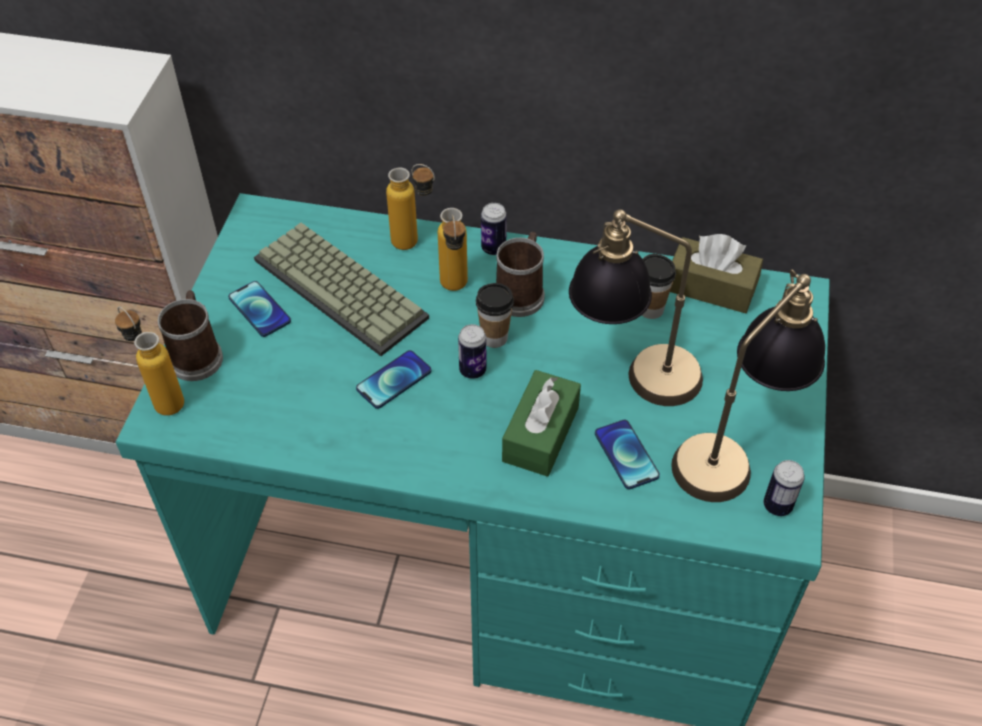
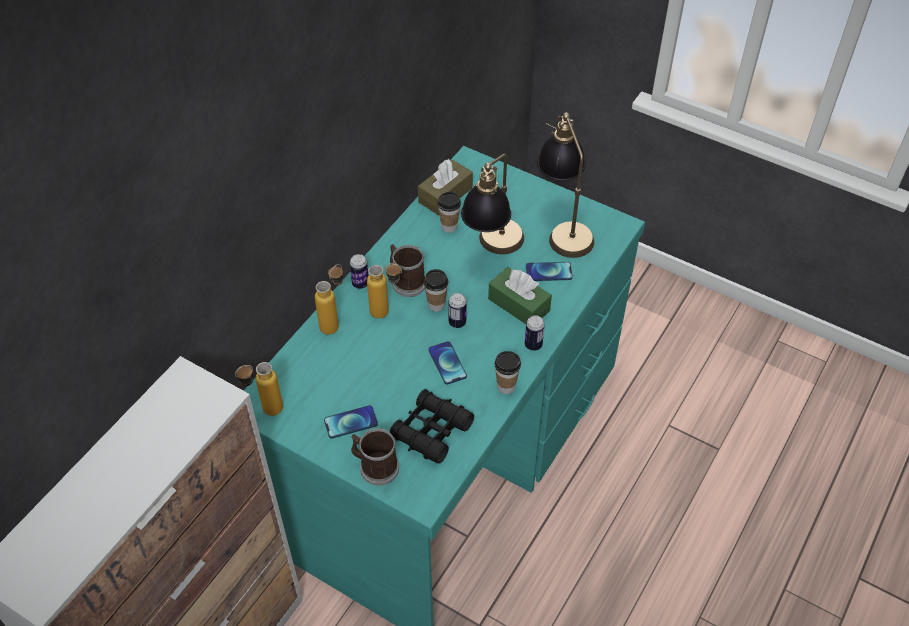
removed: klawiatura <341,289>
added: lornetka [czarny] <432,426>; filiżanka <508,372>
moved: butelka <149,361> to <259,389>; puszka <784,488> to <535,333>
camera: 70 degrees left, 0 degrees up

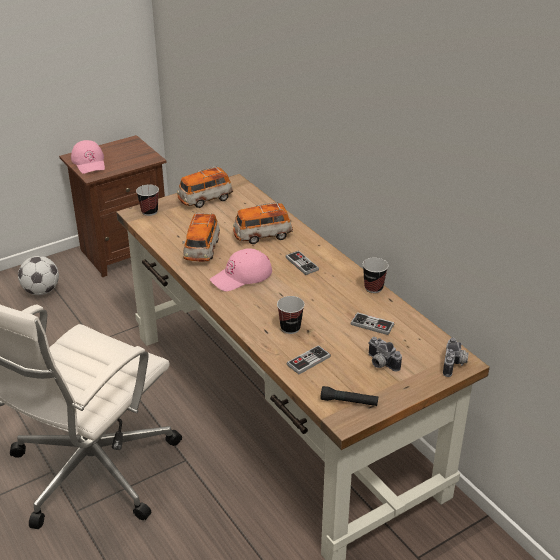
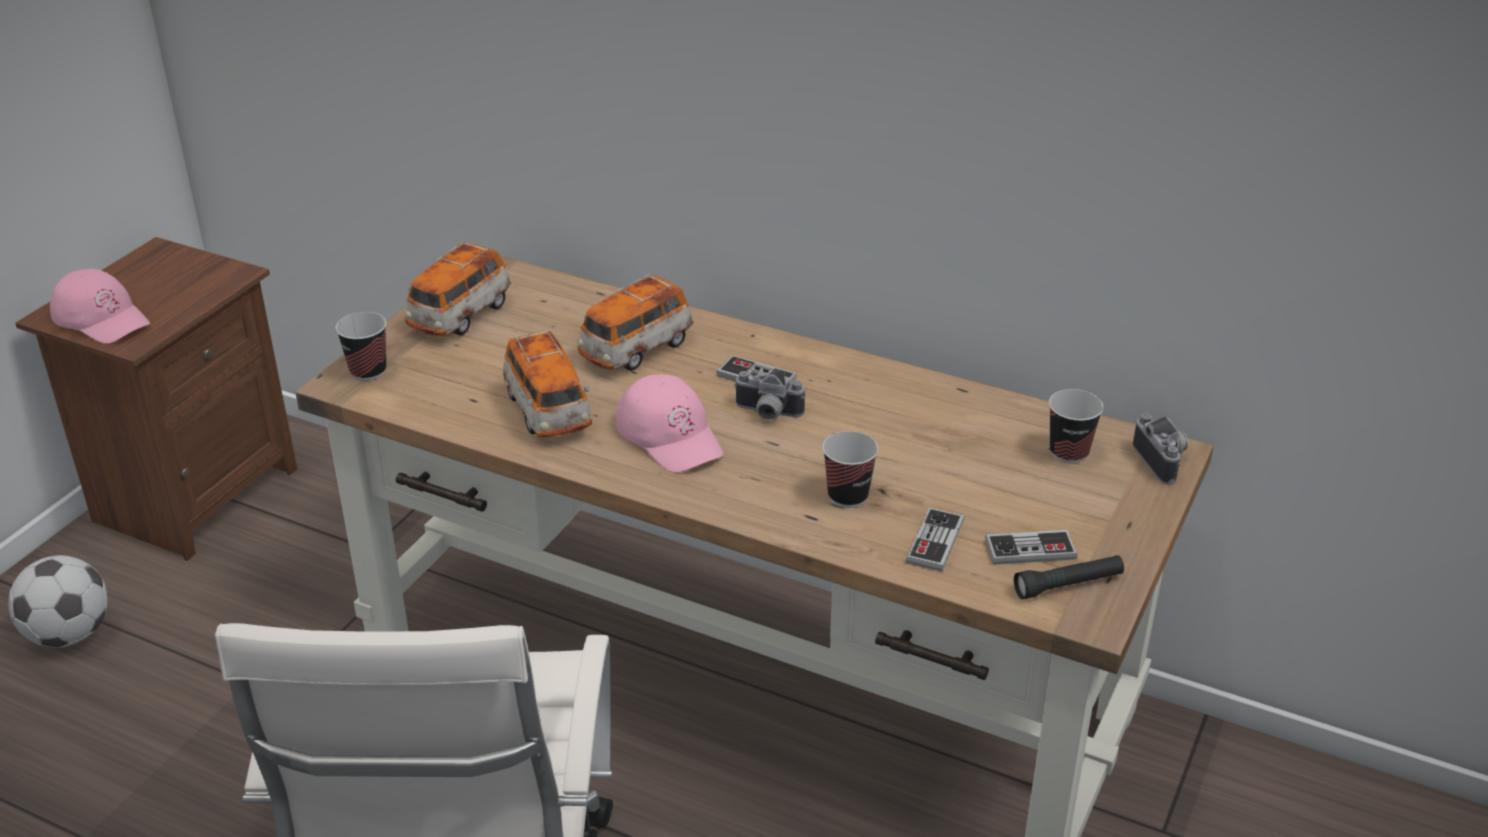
moved: pad do gier <372,323> to <1031,547>; filiżanka <376,275> to <1076,426>; aparat fotograficzny <385,354> to <769,395>
turned: czapka z daszkiem [różowy] <241,269> = <669,423> 60 degrees counterclockwise
camera: 30 degrees left, 0 degrees up

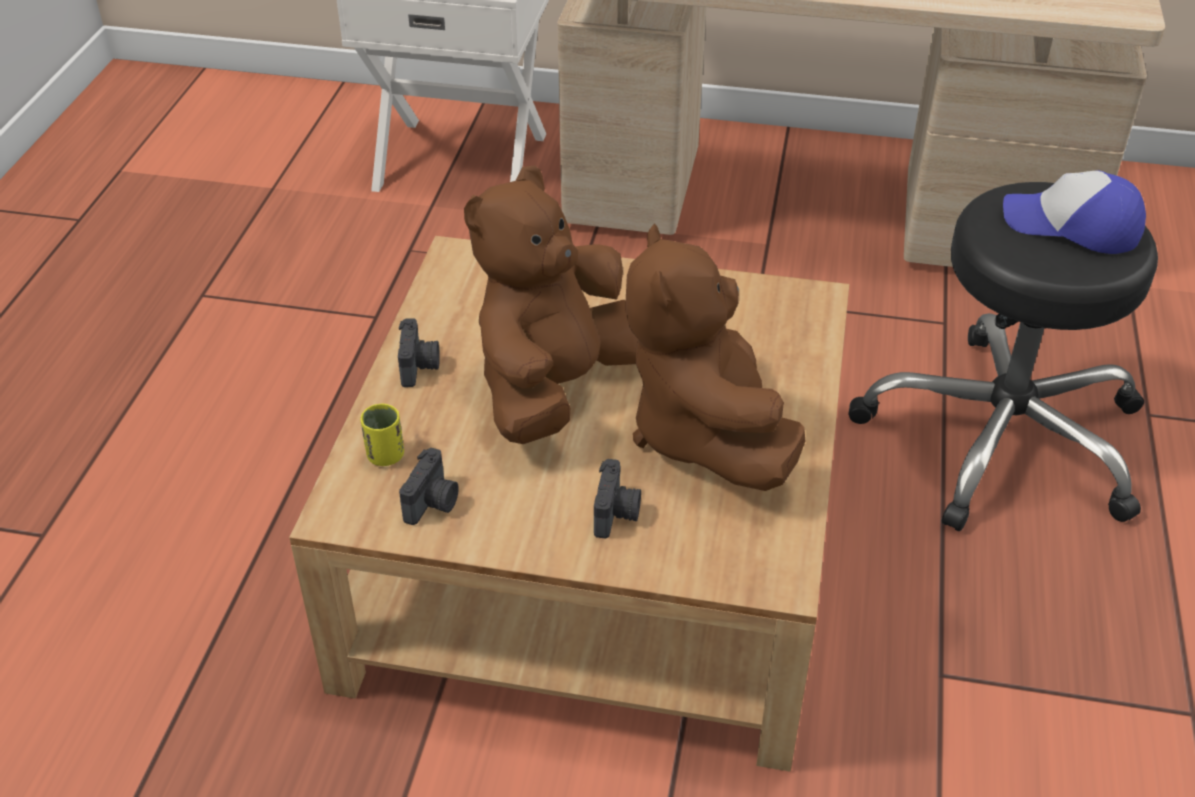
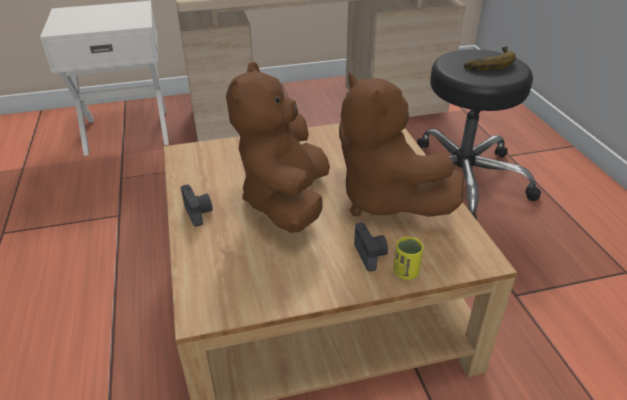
removed: aparat fotograficzny <429,486>
moved: filiżanka [żółty] <382,434> to <408,258>
replaced: czapka z daszkiem <1074,212> to banan <490,58>
camera: 25 degrees left, 5 degrees down

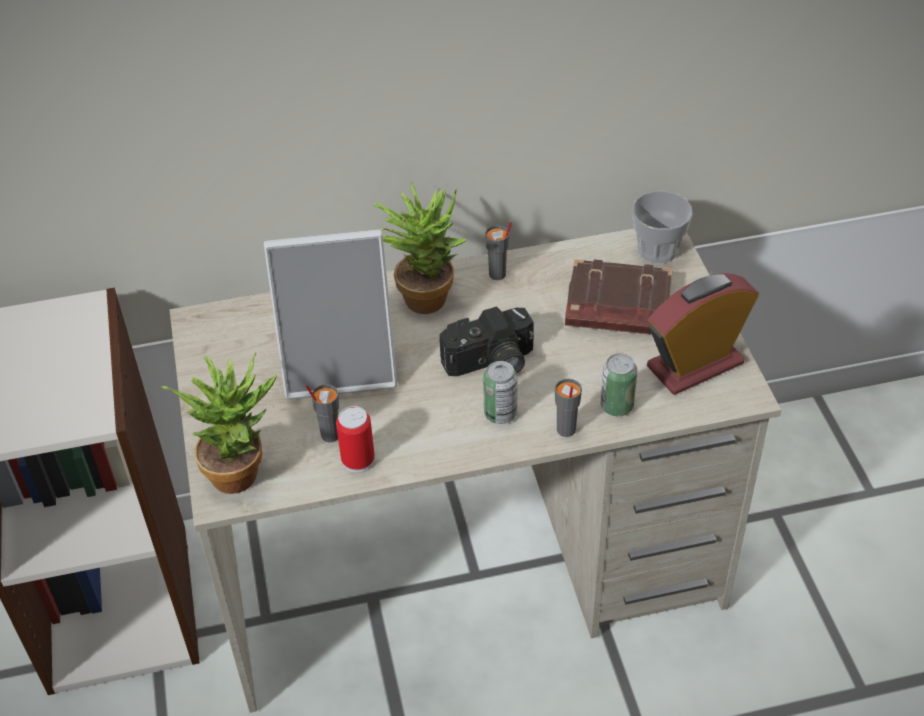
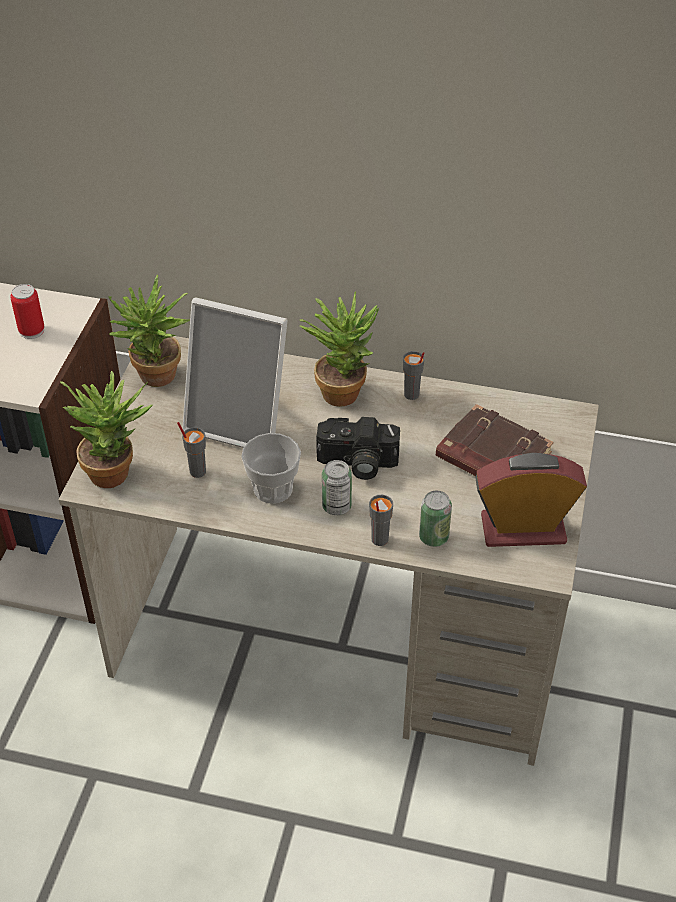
added: roślina doniczkowa <149,330>
moved: puszka <355,439> to <27,311>; filiżanka <662,227> to <271,468>
camera: 25 degrees right, 0 degrees up

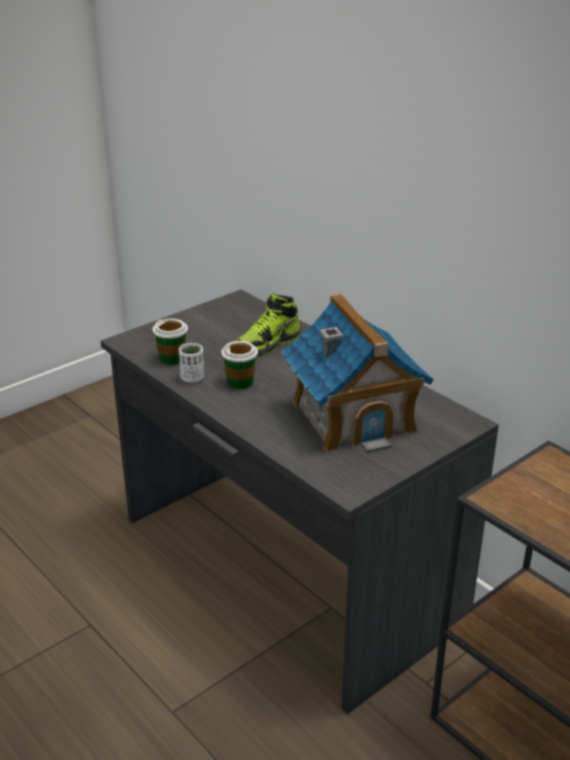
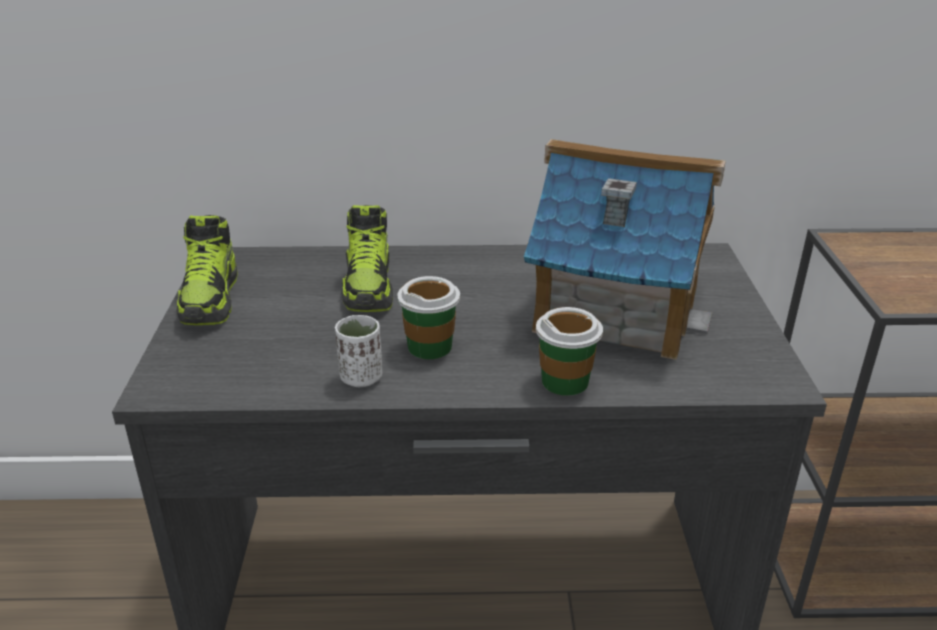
added: but <207,270>
moved: filiżanka <170,342> to <569,351>
camera: 50 degrees left, 0 degrees up

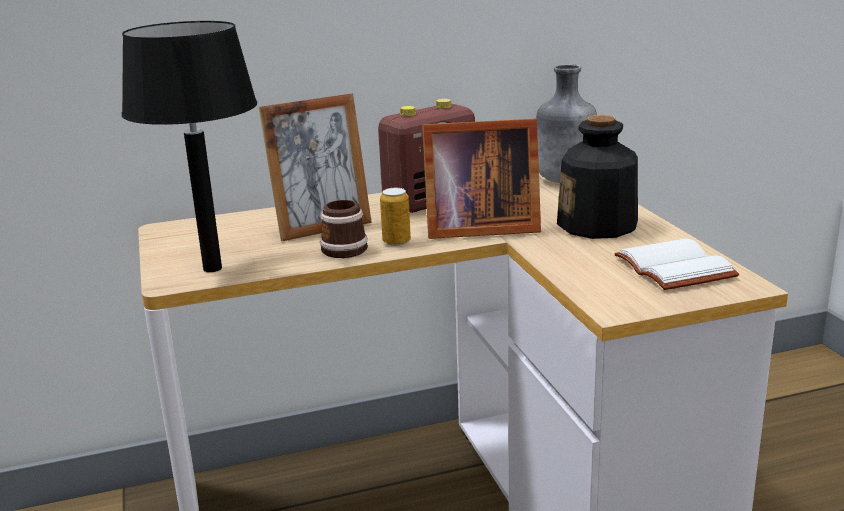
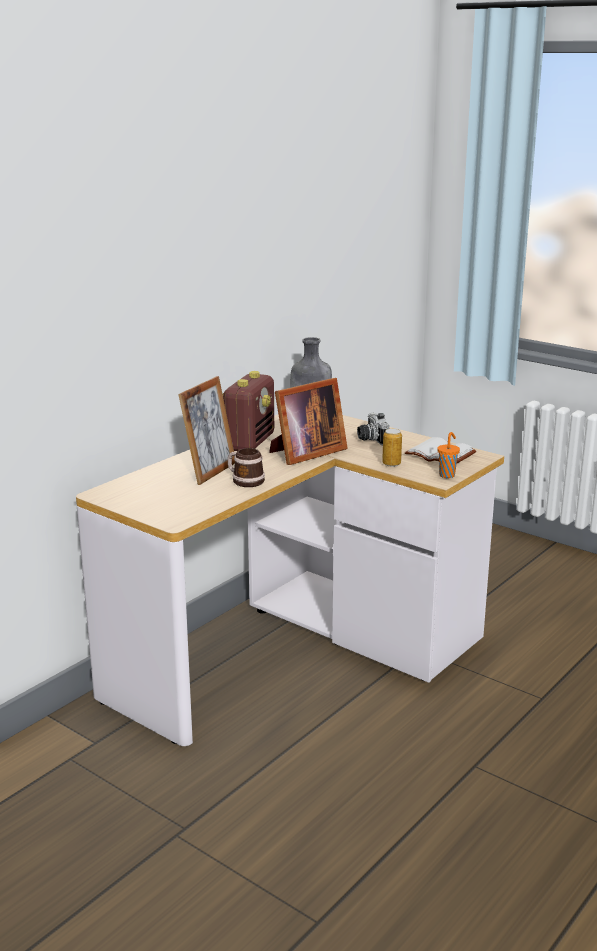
removed: lampa stołowa [czarny] <189,146>
added: filiżanka [pomarańczowy] <449,455>
moved: puszka <395,217> to <392,448>
replaced: butelka <597,177> to aparat fotograficzny <373,429>
camera: 35 degrees left, 0 degrees up

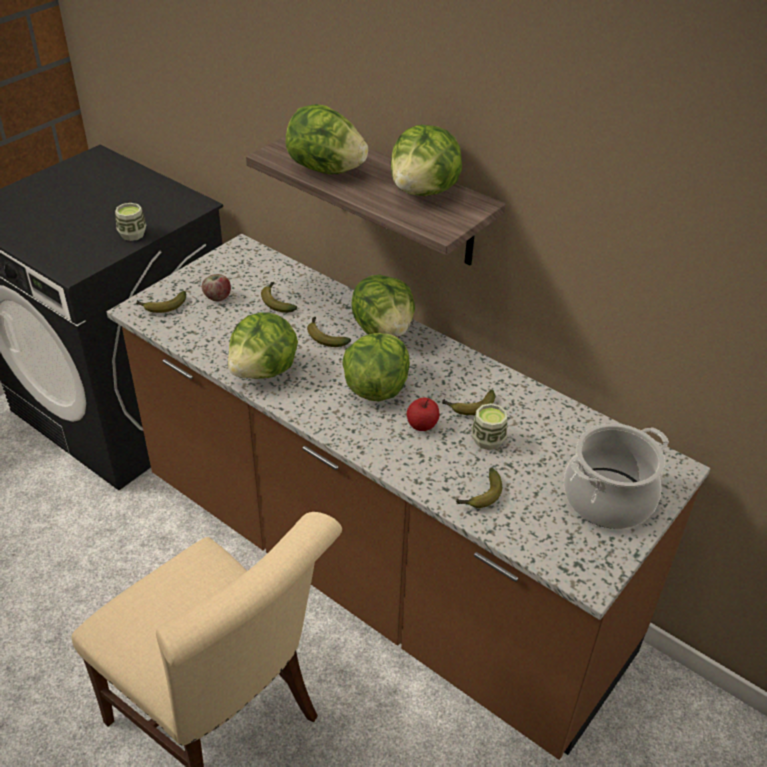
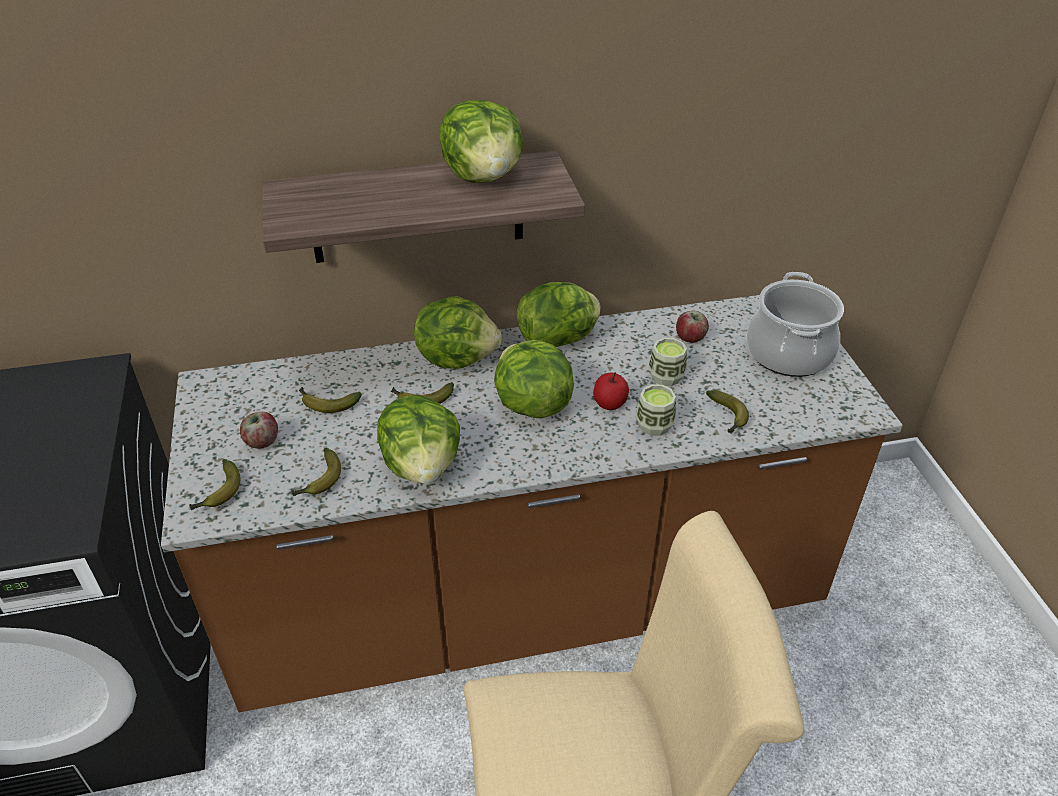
added: jabłko <692,327>
moved: filiżanka <130,222> to <655,410>; sałata <326,139> to <558,314>; banan <469,402> to <316,472>
camera: 50 degrees left, 0 degrees up

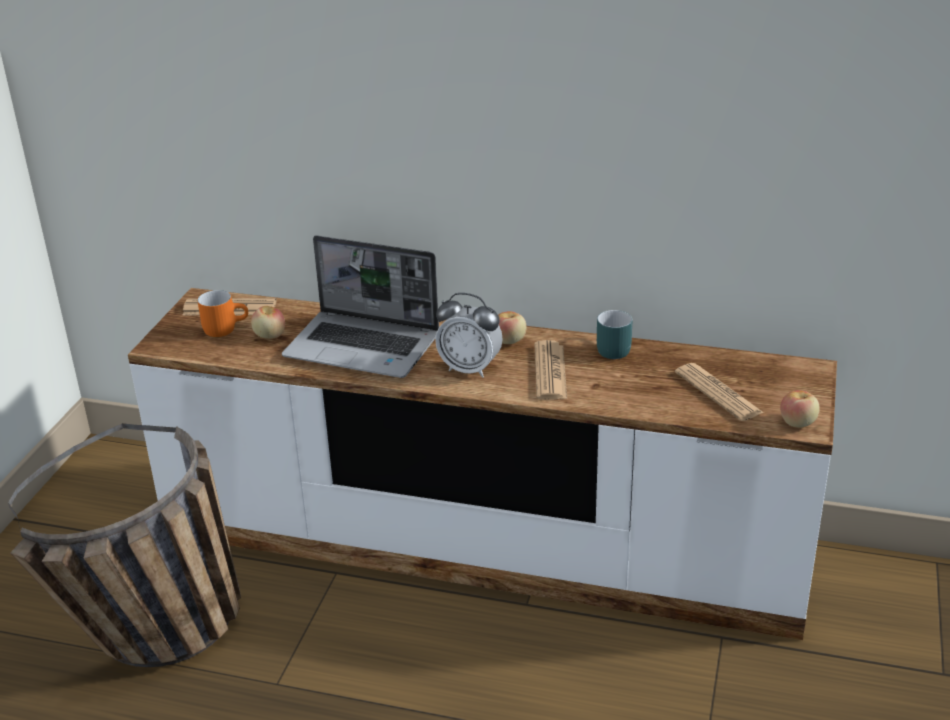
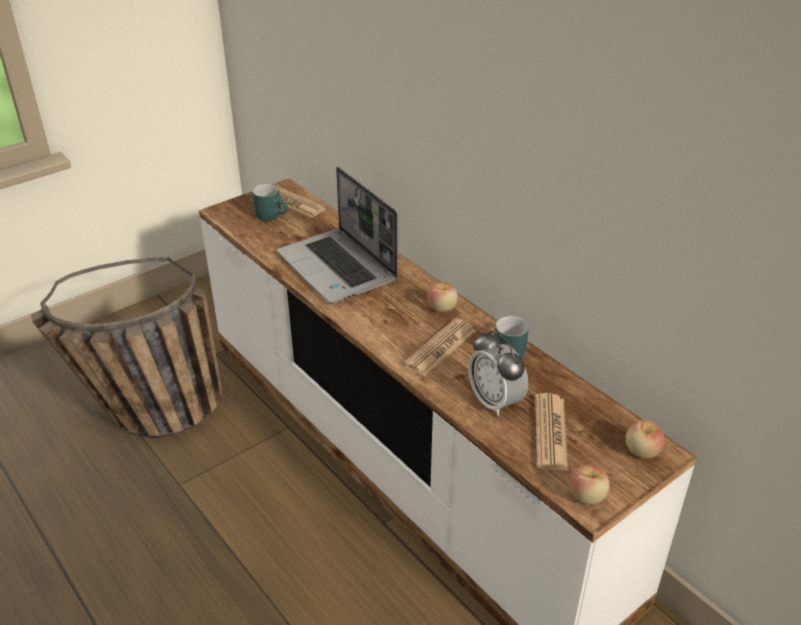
moved: jabłko <268,322> to <645,439>; budzik <469,335> to <498,373>
recoloured: kubek [pomarańczowy] <222,313> to kubek [turkusowy] <270,202>
camera: 35 degrees right, 5 degrees up

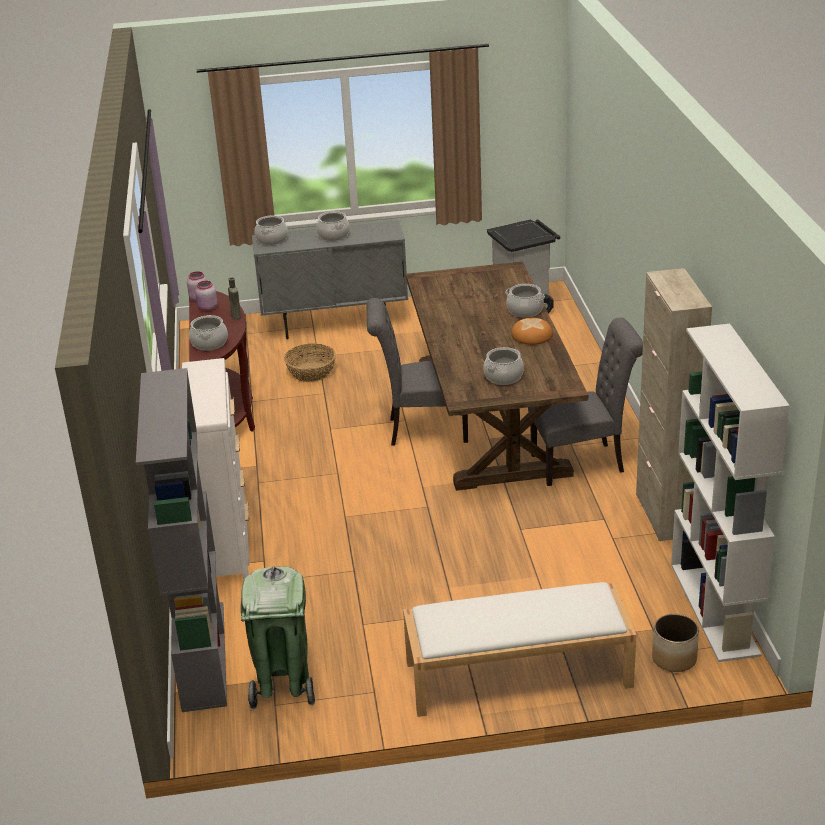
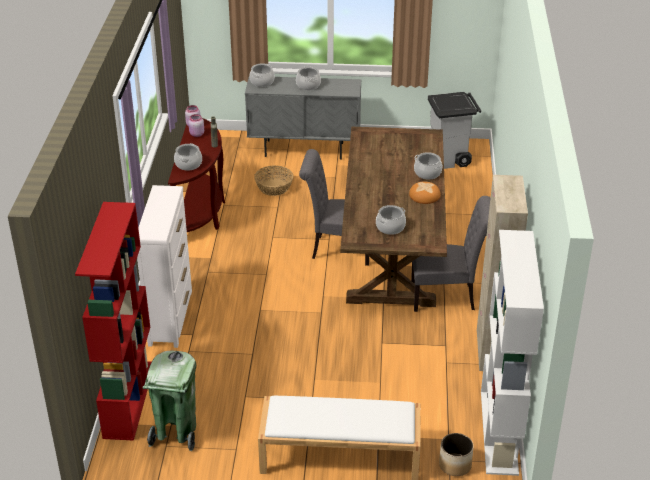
recoloured: regał [szary] <181,540> to regał [czerwony] <113,321>
camera: 10 degrees right, 5 degrees up

